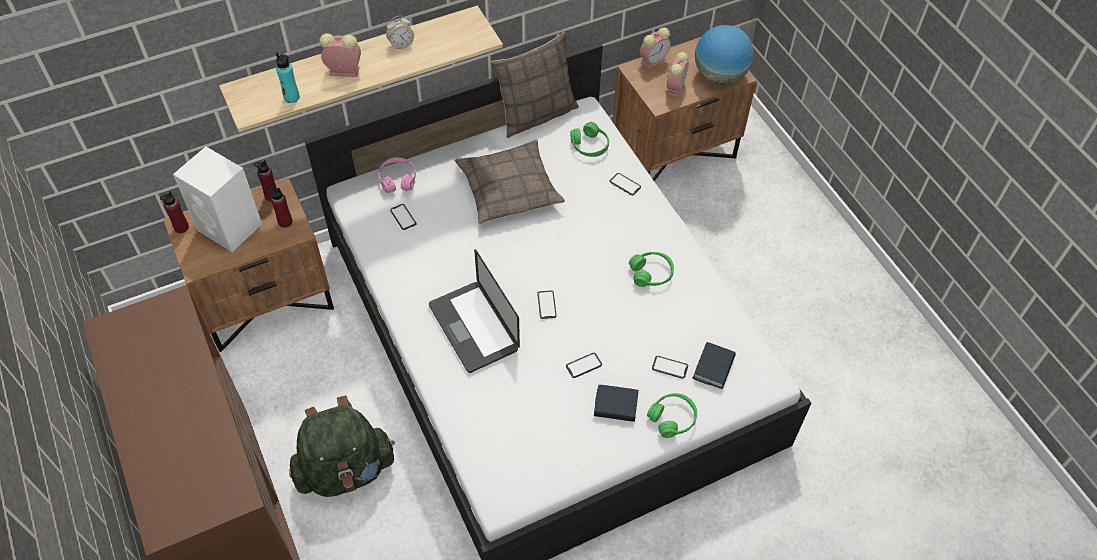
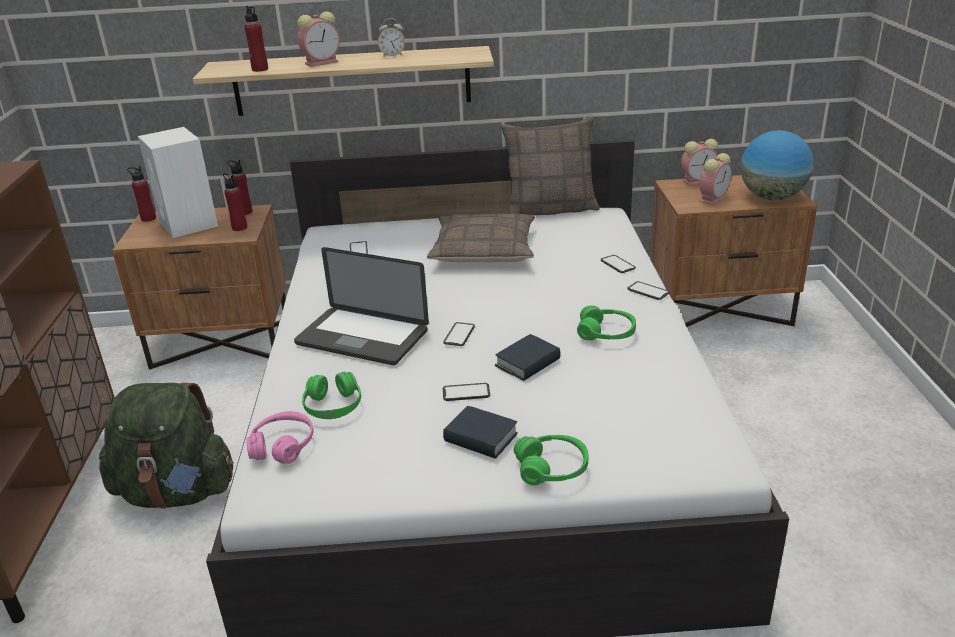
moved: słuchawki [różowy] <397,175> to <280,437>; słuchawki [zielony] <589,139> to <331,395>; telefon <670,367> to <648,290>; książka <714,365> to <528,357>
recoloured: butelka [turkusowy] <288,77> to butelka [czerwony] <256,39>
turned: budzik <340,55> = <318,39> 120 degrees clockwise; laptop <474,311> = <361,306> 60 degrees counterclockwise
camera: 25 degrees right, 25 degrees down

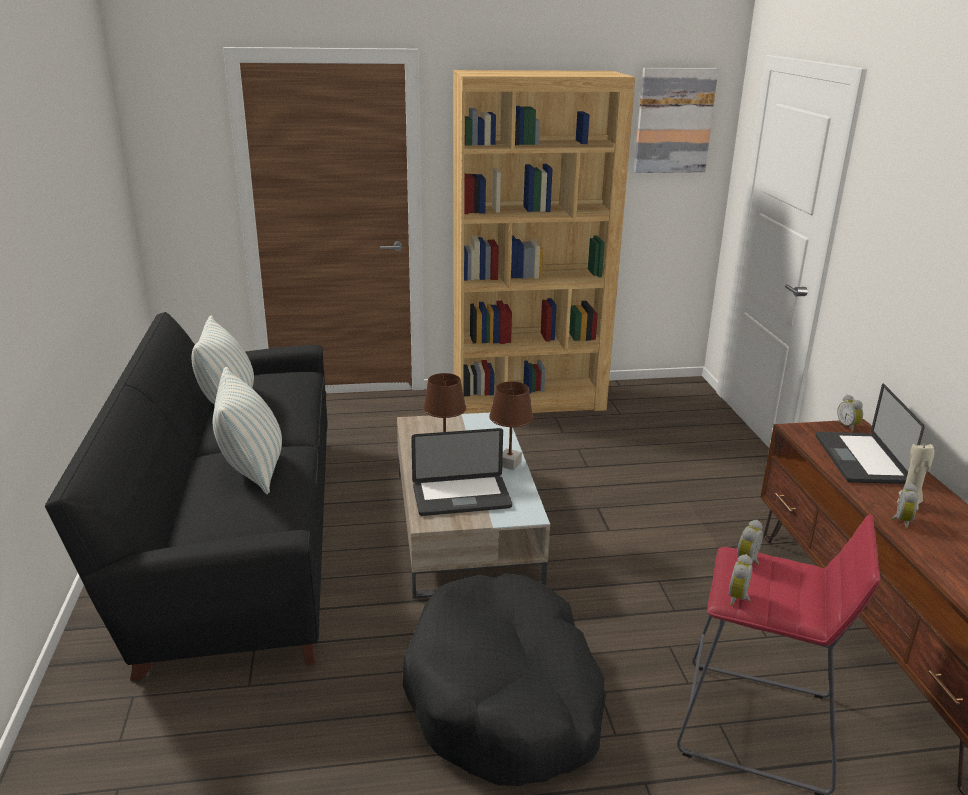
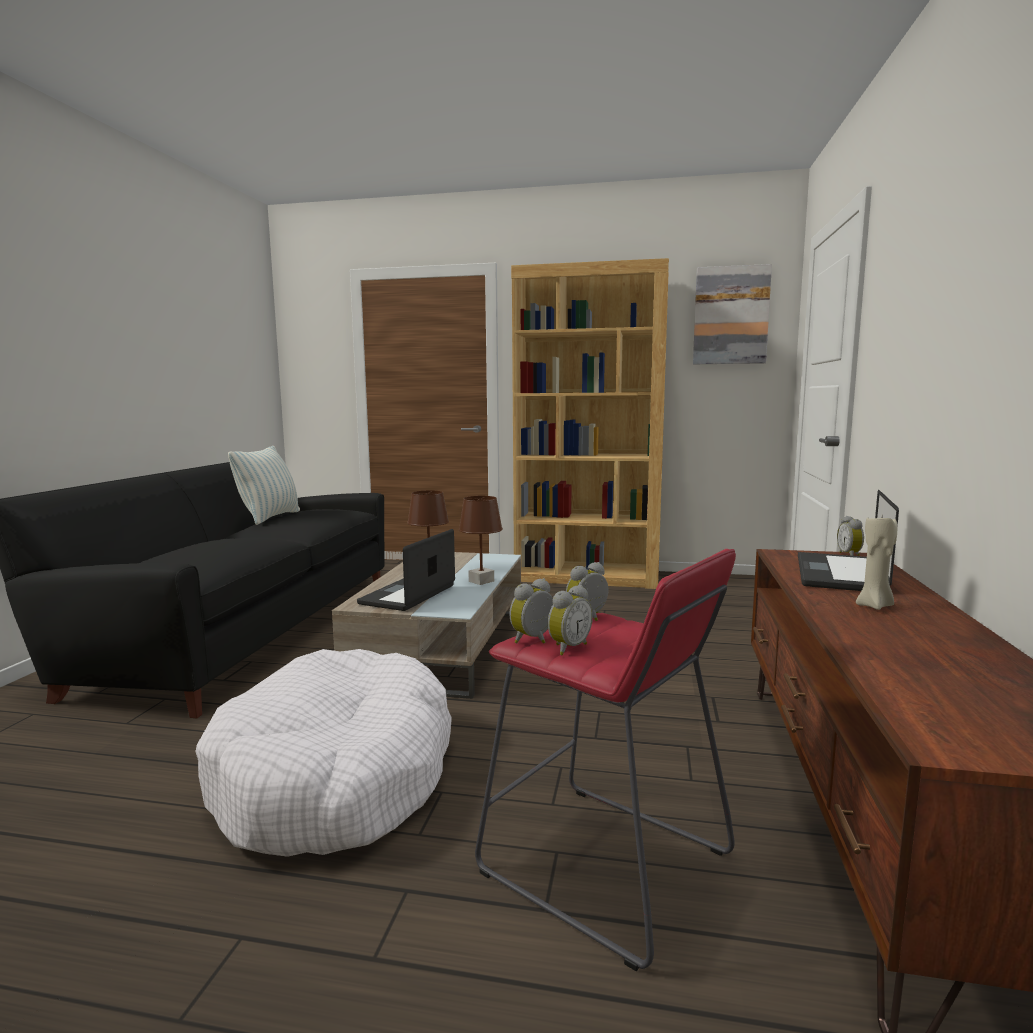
removed: poduszka <247,430>
moved: budzik <904,506> to <570,620>
recoloured: legowisko [czarny] <504,679> to legowisko [biały] <324,753>
turned: laptop <461,472> = <406,570> 105 degrees clockwise
camera: 20 degrees right, 15 degrees down

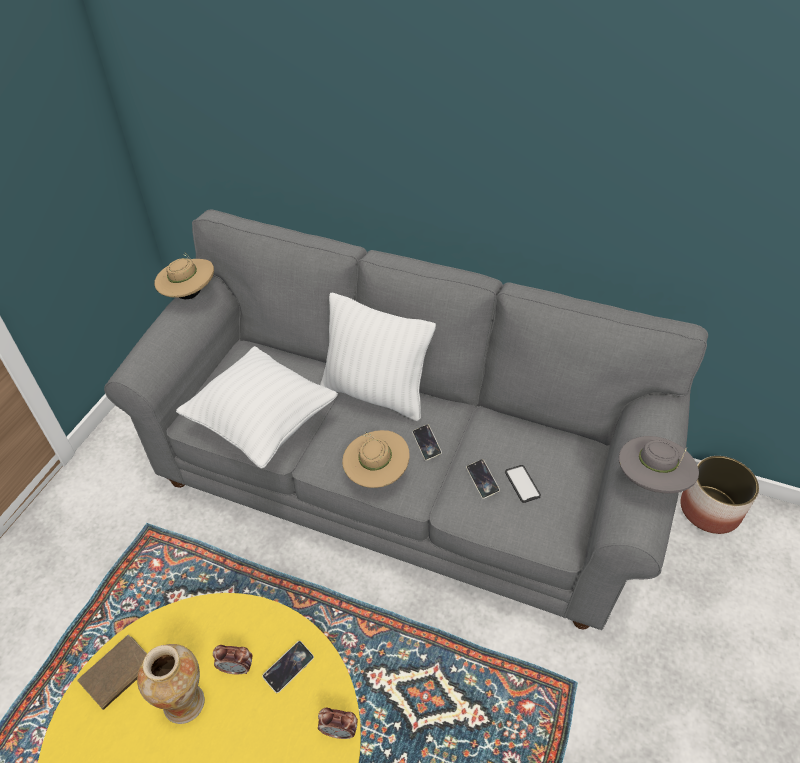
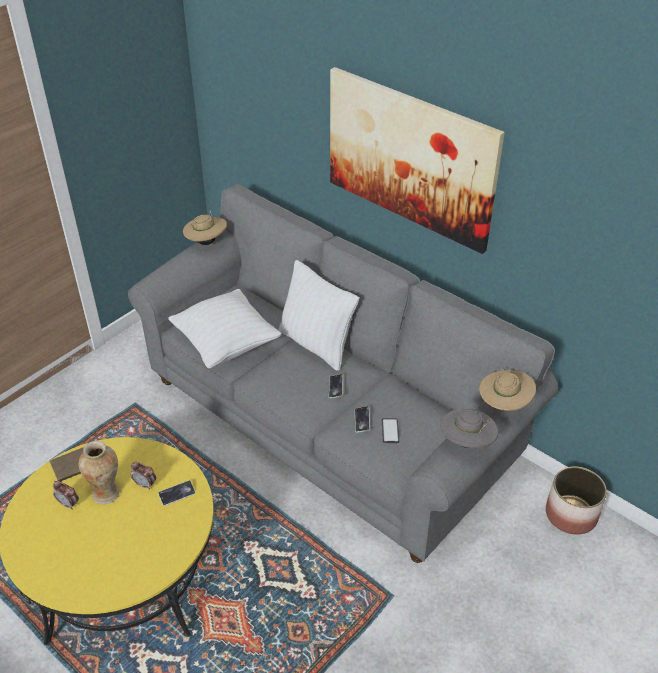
added: obraz <417,160>
moved: budzik <338,723> to <66,494>; kapelusz [beżowy] <376,459> to <507,389>
camera: 20 degrees right, 5 degrees down

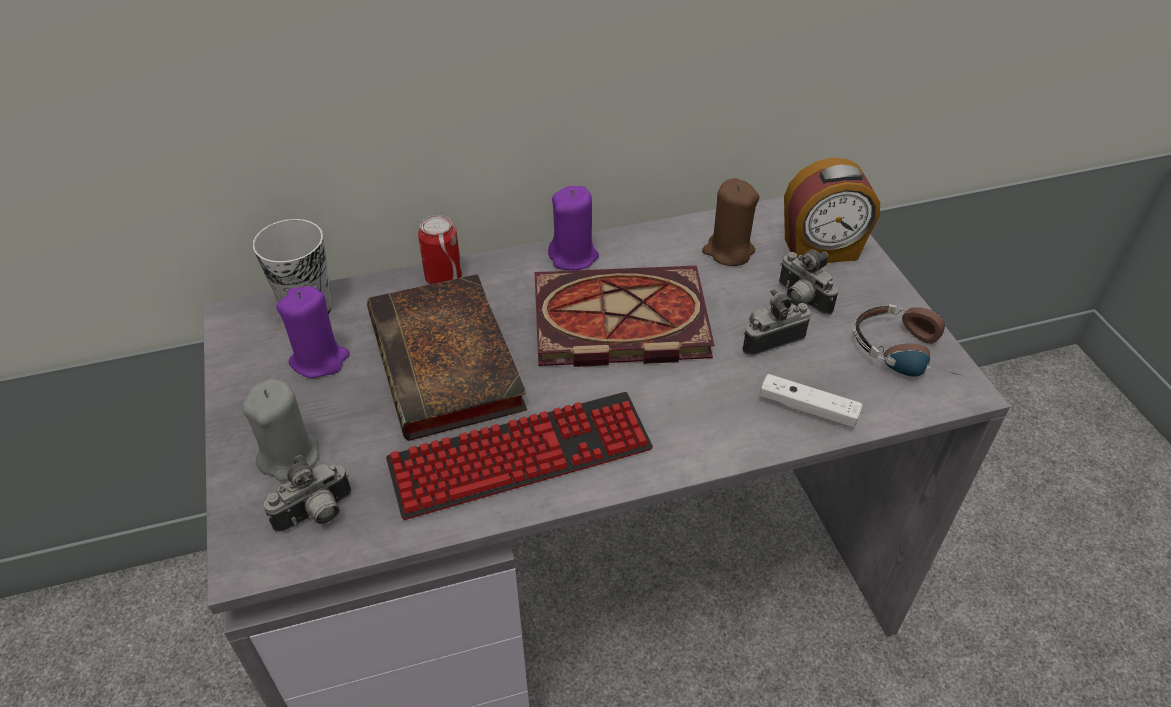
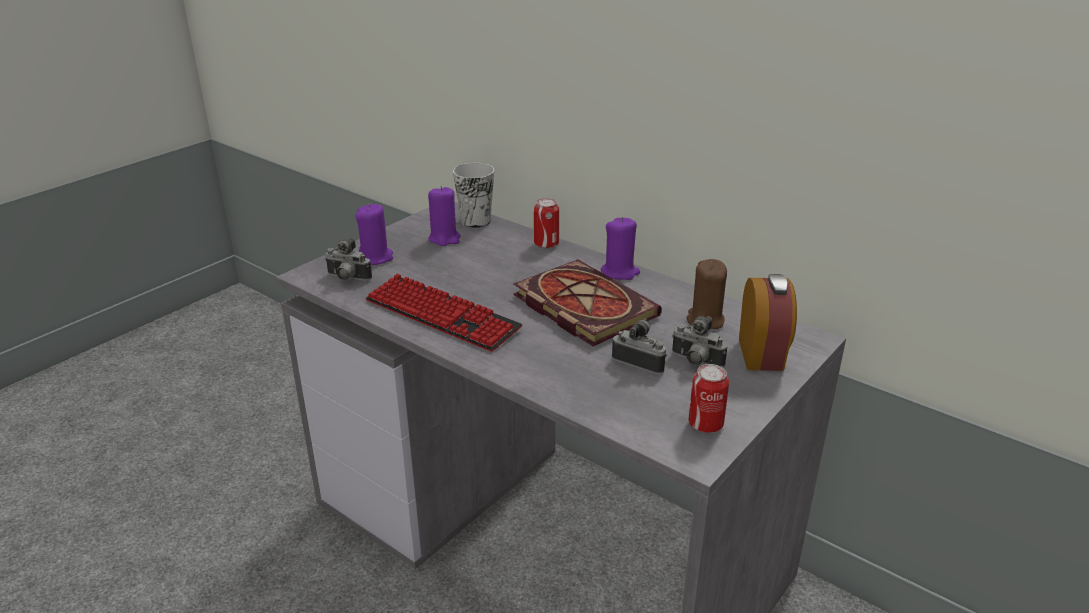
removed: książka <447,357>; pad do gier [biały] <811,401>
replaced: słuchawki <911,341> to puszka <708,398>
recoloured: świeca [szary] <280,429> to świeca [fioletowy] <374,234>
turned: aparat fotograficzny <808,282> = <699,341> 75 degrees counterclockwise; budzik <832,210> = <768,322> 135 degrees counterclockwise
camera: 55 degrees right, 15 degrees down

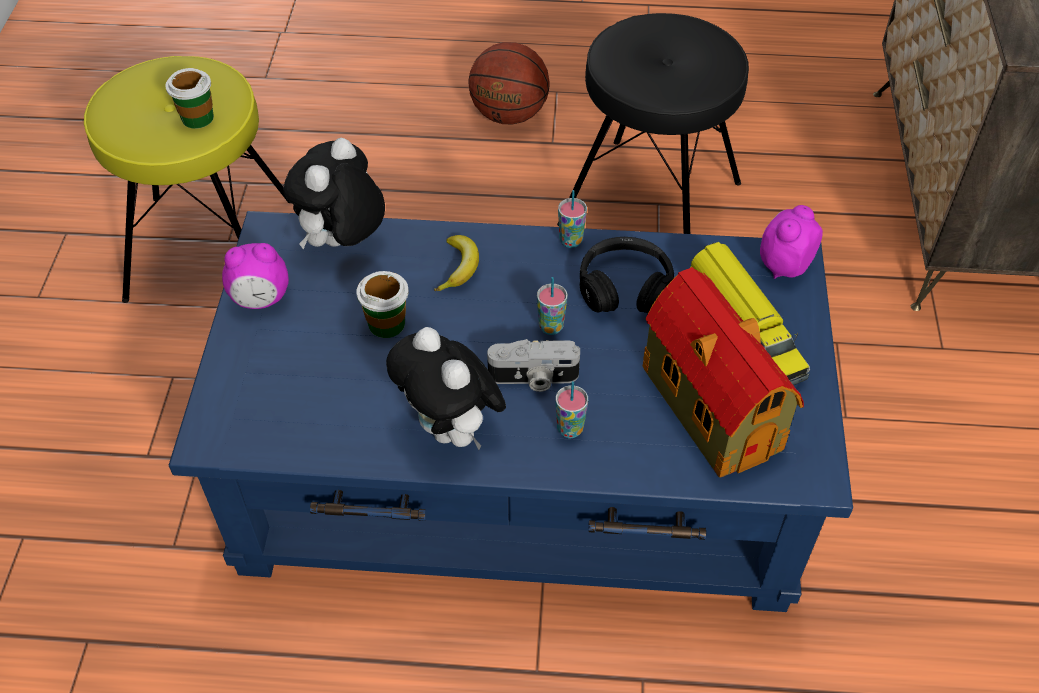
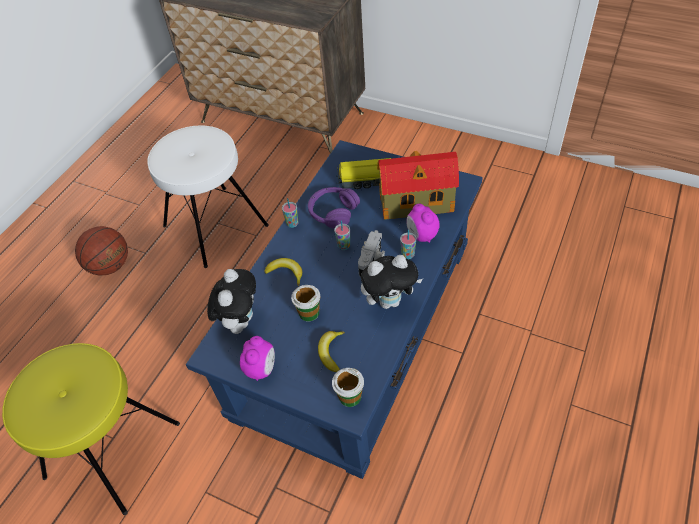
added: banan <331,351>
moved: filiżanka <189,98> to <348,387>; budzik <791,242> to <423,223>
recoloured: stołek [czarny] <653,123> to stołek [biały] <208,196>; słuchawki [czarny] <627,275> to słuchawki [fioletowy] <334,208>
turned: pluszak <334,194> = <231,301> 135 degrees counterclockwise
camera: 65 degrees left, 0 degrees up

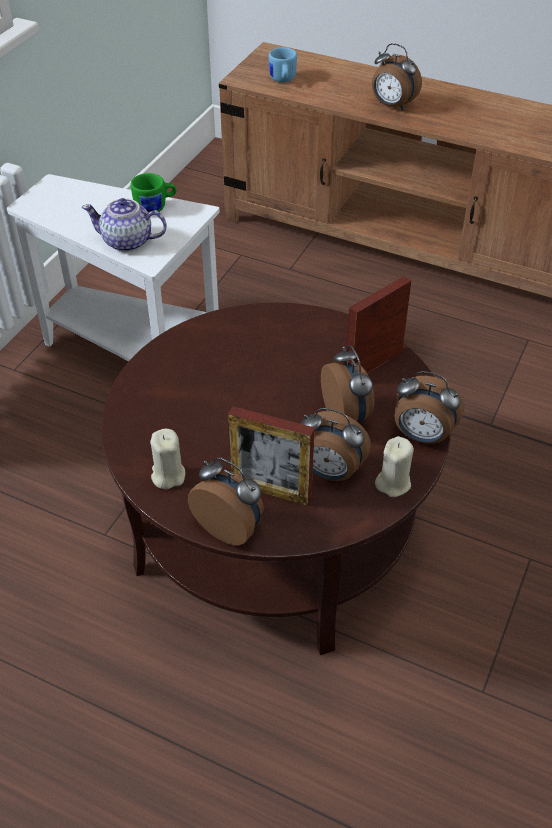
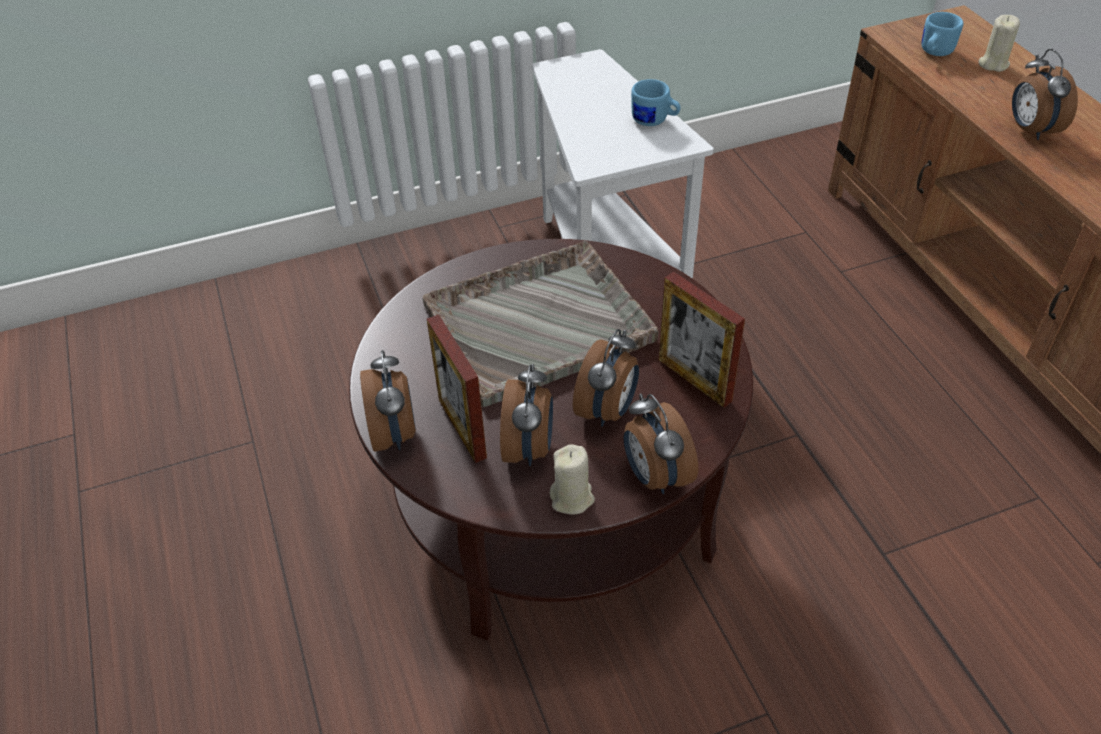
removed: imbryk <124,225>
added: taca [szary] <541,324>
moved: świeca [beżowy] <167,459> to <999,43>
recoloured: kubek [zielony] <153,193> to kubek [niebieski] <655,102>
turned: budzik <335,444> = <526,415> 150 degrees counterclockwise; ramka na zdjęcie <378,324> = <702,340> 135 degrees counterclockwise
camera: 45 degrees right, 0 degrees up

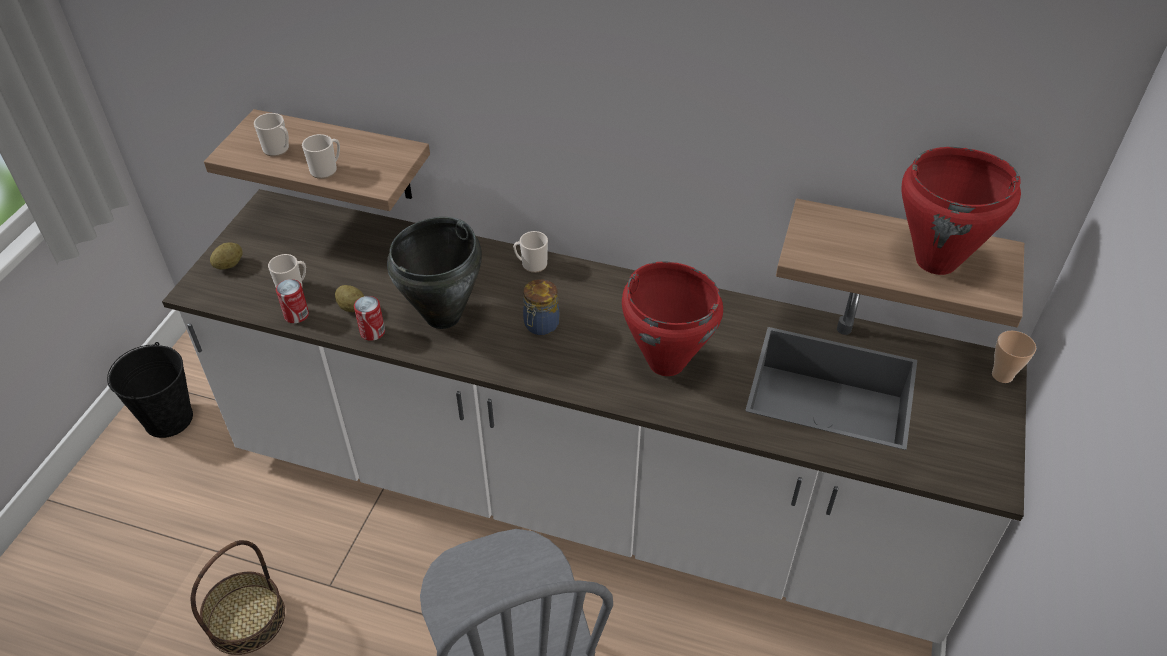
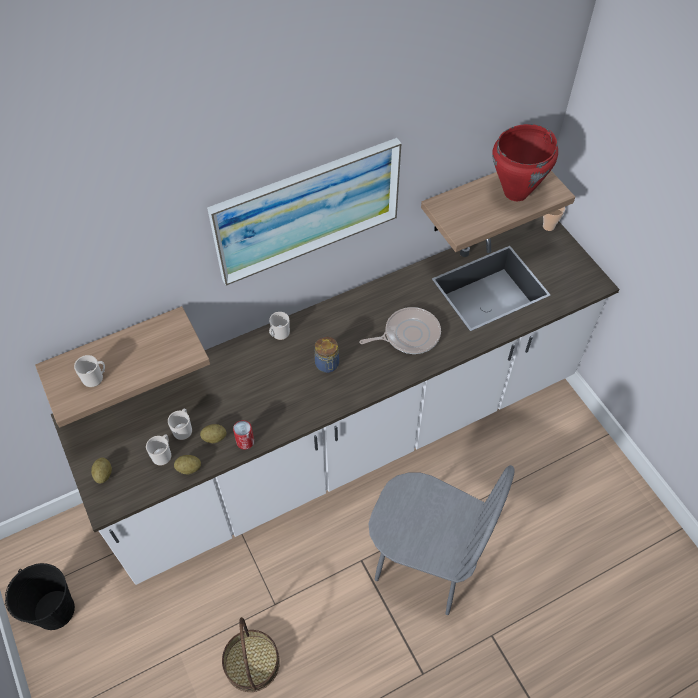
removed: garnek [czarny] <434,273>
added: obraz <304,211>
moved: kubek <321,156> to <180,424>
replaced: puszka <292,301> to ziemniak <187,464>; garnek [czerwony] <672,318> to patelnia <400,330>
camera: 45 degrees left, 10 degrees up

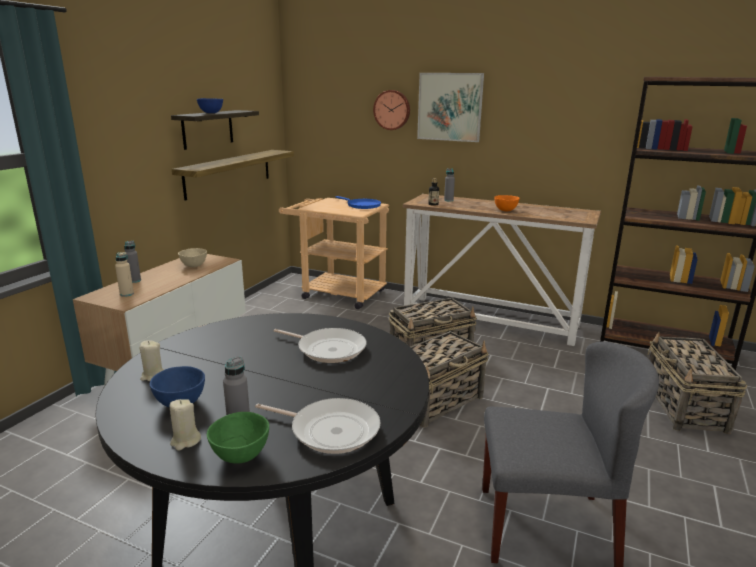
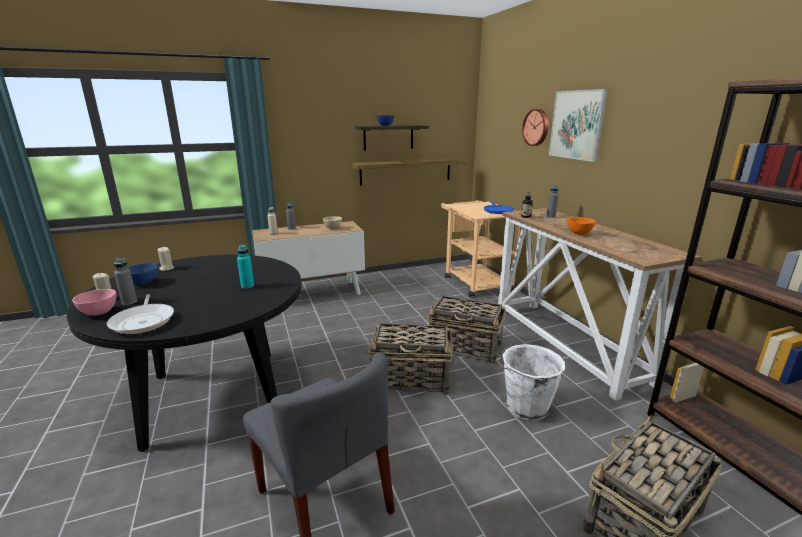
added: wiadro [biały] <530,382>
replaced: patelnia <319,345> to butelka [turkusowy] <245,266>
recoloured: miska [zielony] <238,438> to miska [różowy] <94,302>
camera: 45 degrees right, 0 degrees up

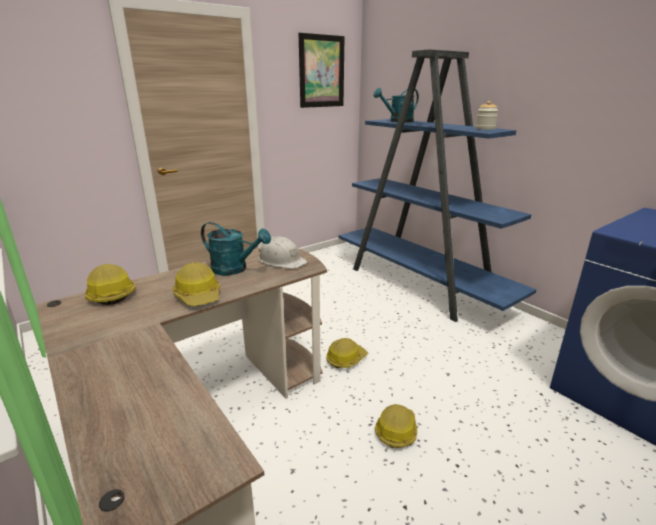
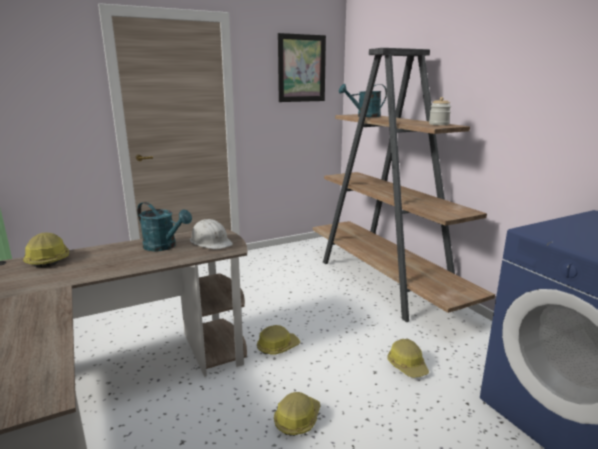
moved: kask <196,284> to <408,358>
recoloured: regał [niebieski] <438,185> to regał [brązowy] <404,185>
camera: 10 degrees right, 5 degrees down

